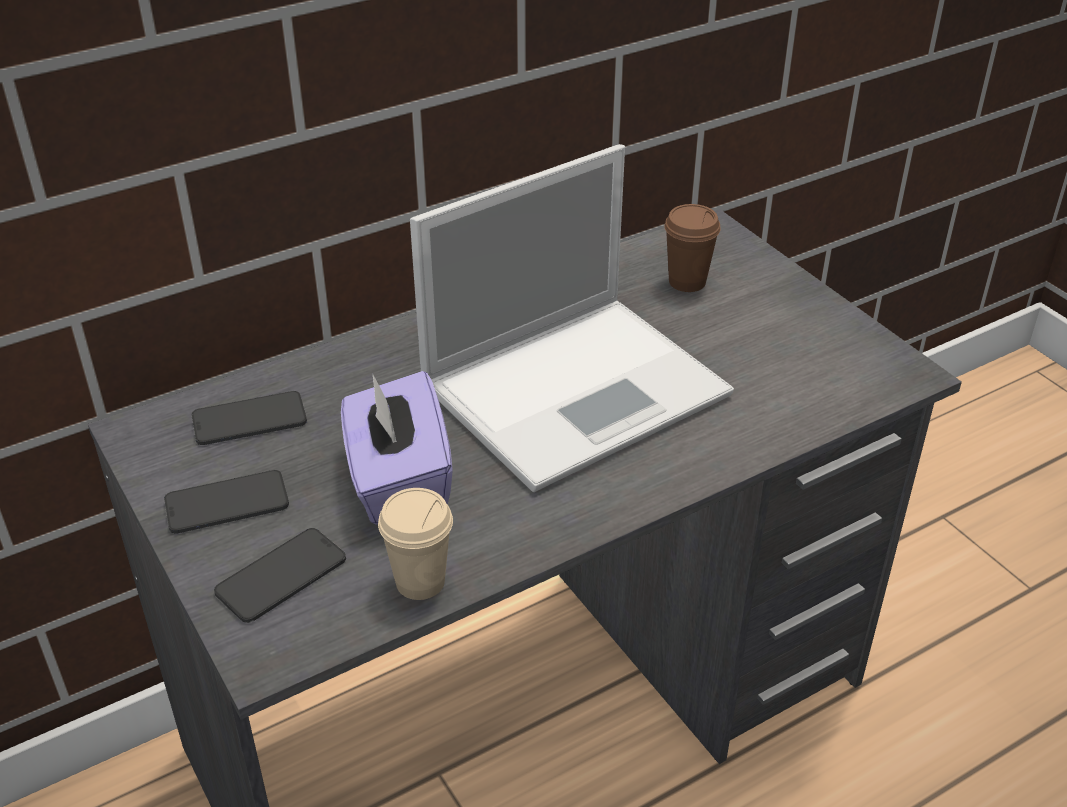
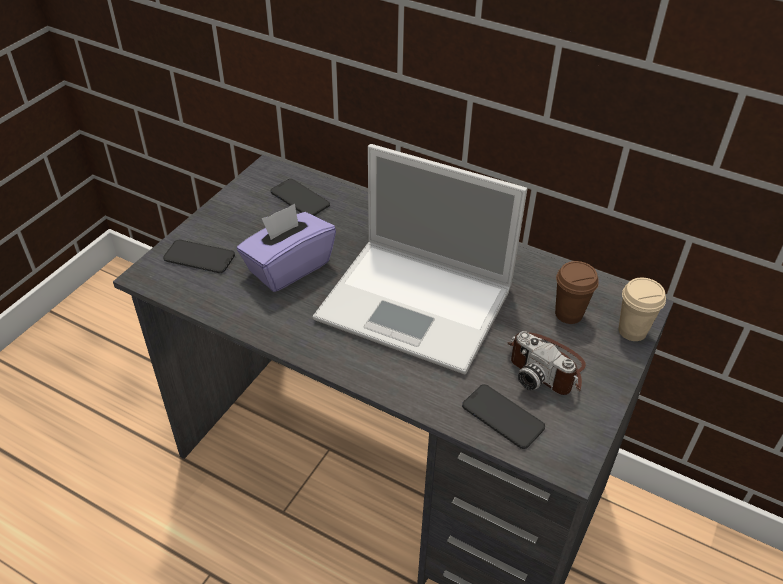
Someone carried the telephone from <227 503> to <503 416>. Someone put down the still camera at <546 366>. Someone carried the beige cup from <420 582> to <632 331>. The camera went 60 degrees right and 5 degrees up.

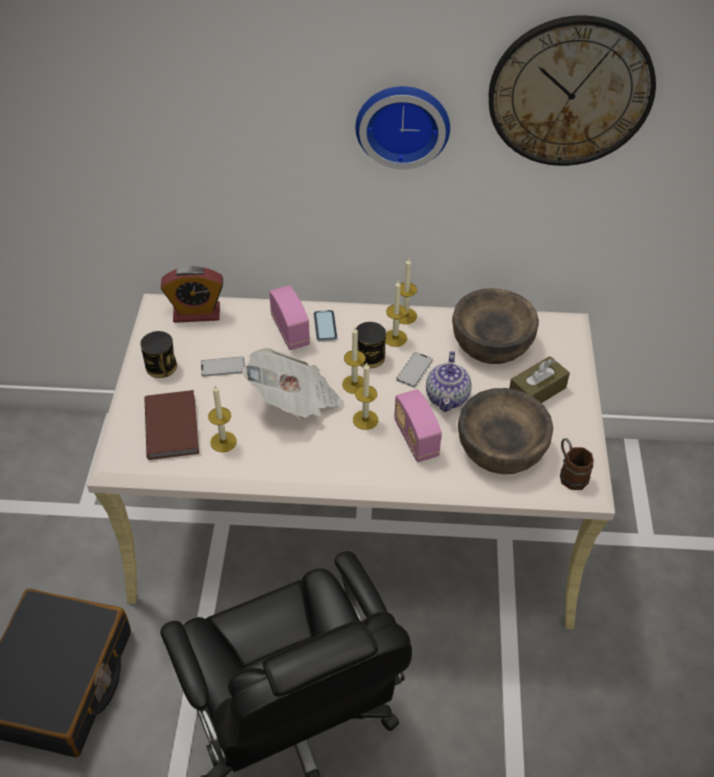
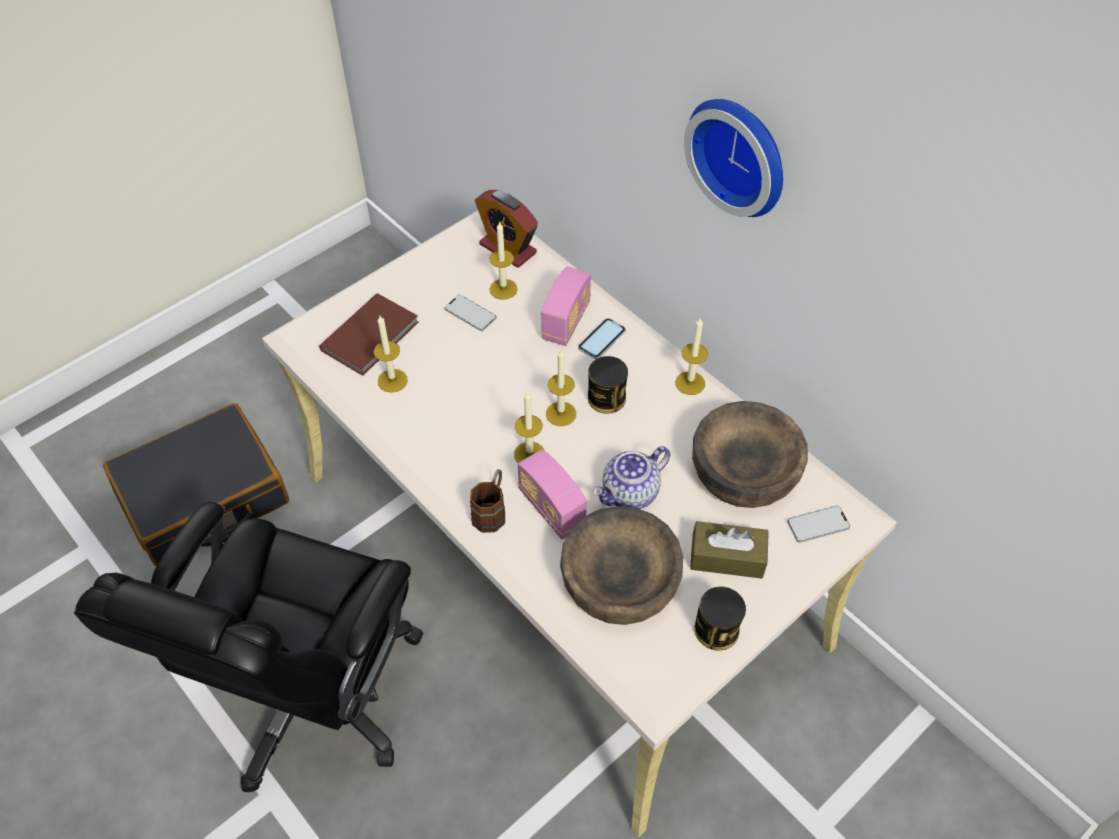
Someone carried the brown-coloured tea mug from <570 473> to <491 511>. Someone carried the candle from <395 338> to <503 289>. Someone rotated the radio receiver at <416 439> by 60 degrees counterclockwise. Someone carried the can from <161 366> to <716 629>. Someone carried the telephone from <414 370> to <818 525>. Someone took away the printed paper at <295 401>. Someone took away the hanging clock at <570 92>. The camera went 45 degrees right and 5 degrees up.

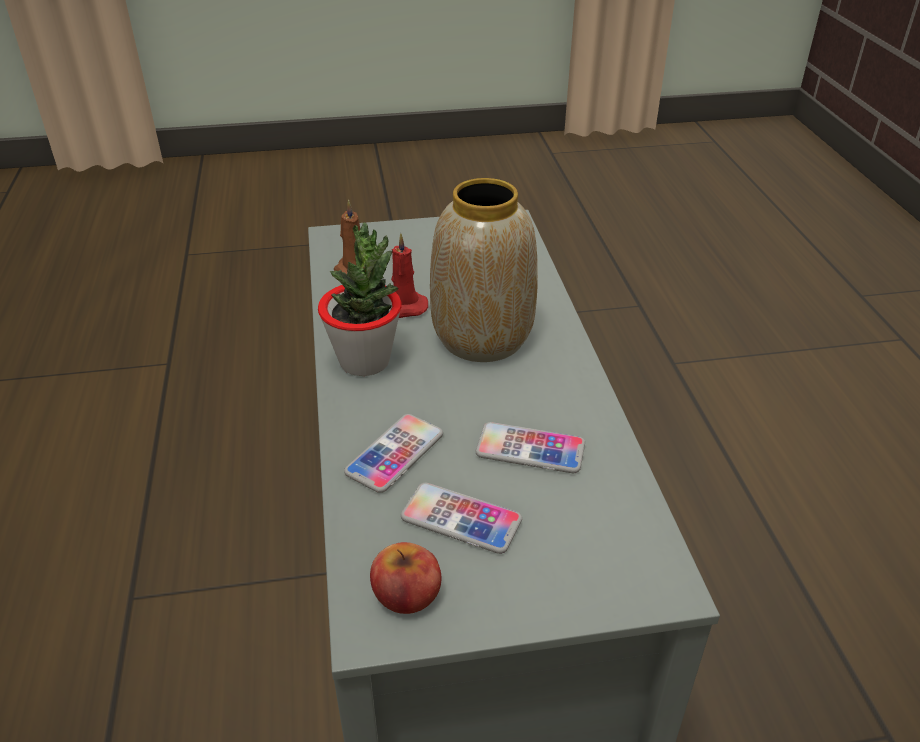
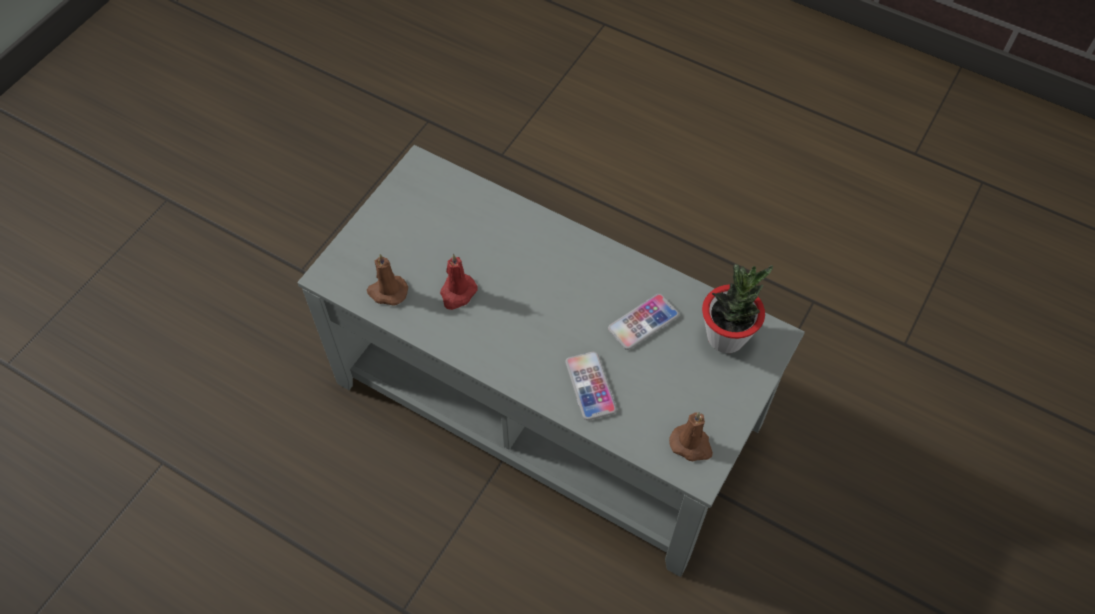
Someone swapped the apple at <406 593> for the brown-coloured candle at <691 445>. Someone carried the plant in a pot from <365 361> to <726 337>. Someone took away the telephone at <461 519>. Someone took away the vase at <483 337>. The camera went 50 degrees left and 20 degrees up.

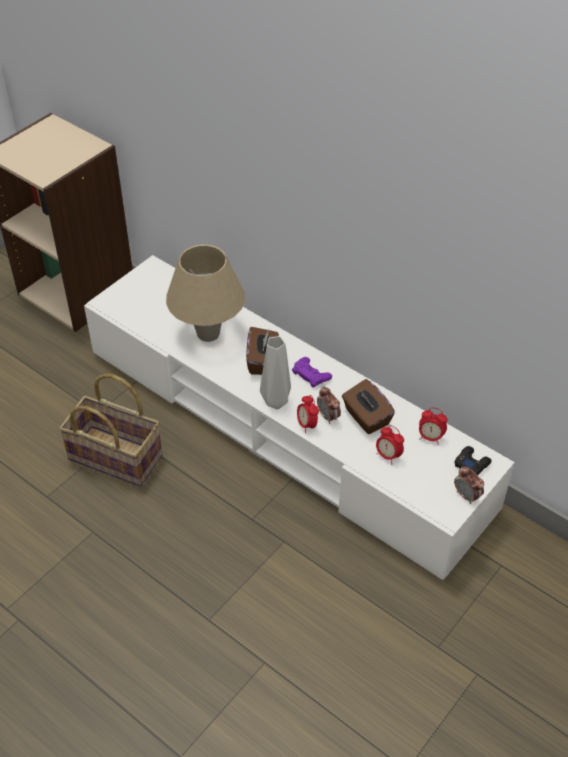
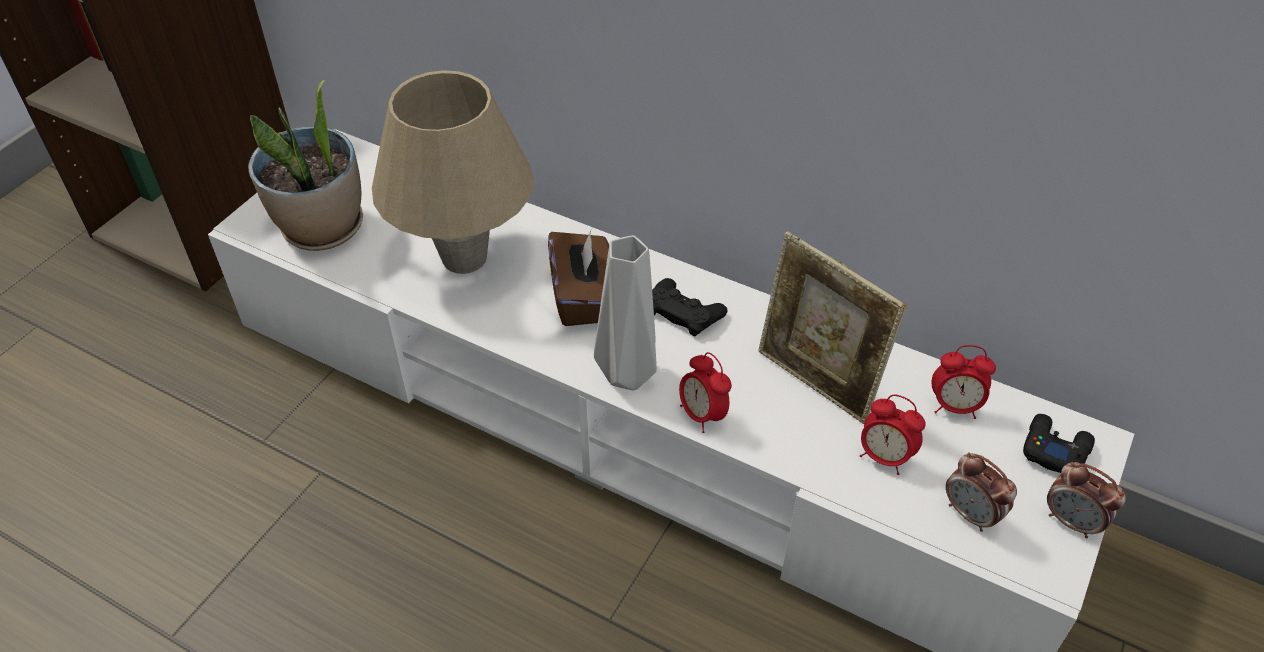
Someone put down the plant in a pot at <322 228>. Someone repainted the purple joypad at <311 375>, which became the blackish joypad at <684 312>. Someone swapped the brown-coloured tissue holder at <366 418> for the picture frame at <816 383>. Someone carried the bedside clock from <328 416> to <971 514>. Someone took away the household basket at <116 456>. The camera went 10 degrees left and 0 degrees up.

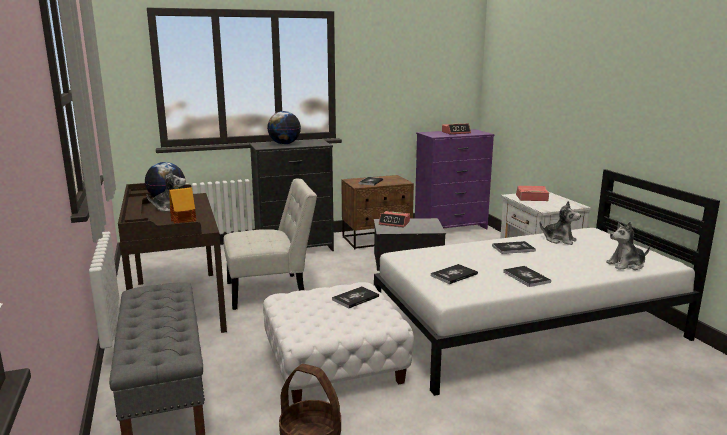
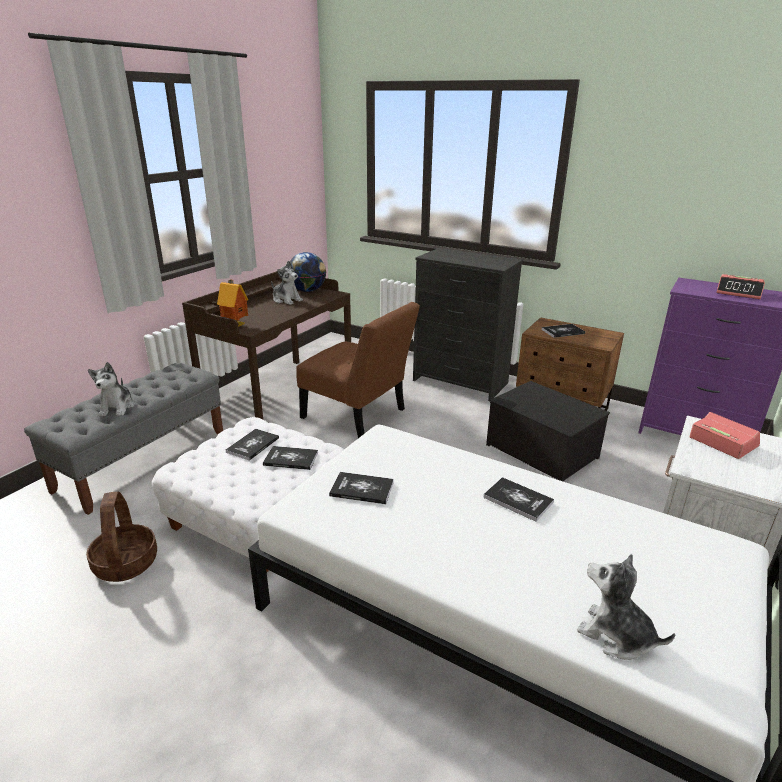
Someone carried the cuddly toy from <559 240> to <117 407>. Someone carried the volume from <526 277> to <253 445>. Someone repainted the white chair at <271 291>, which became the brown-coloured chair at <358 416>. Someone took away the world globe at <284 144>. Someone took away the bedside clock at <394 223>. The camera went 50 degrees right and 10 degrees up.

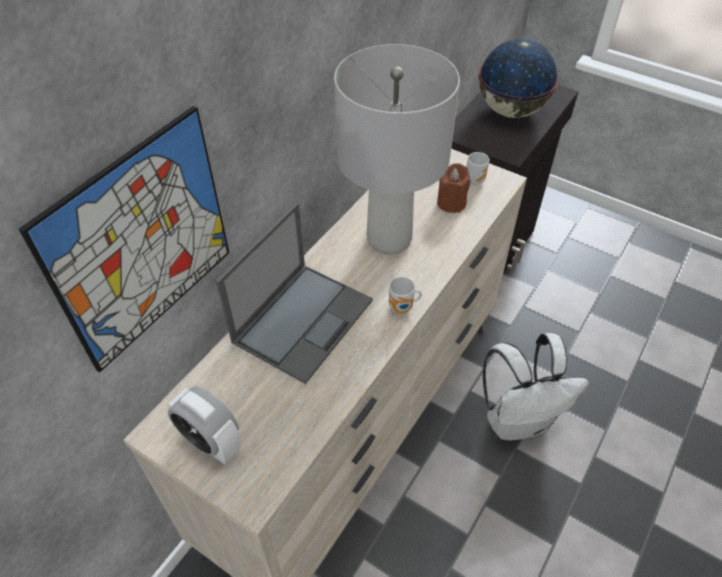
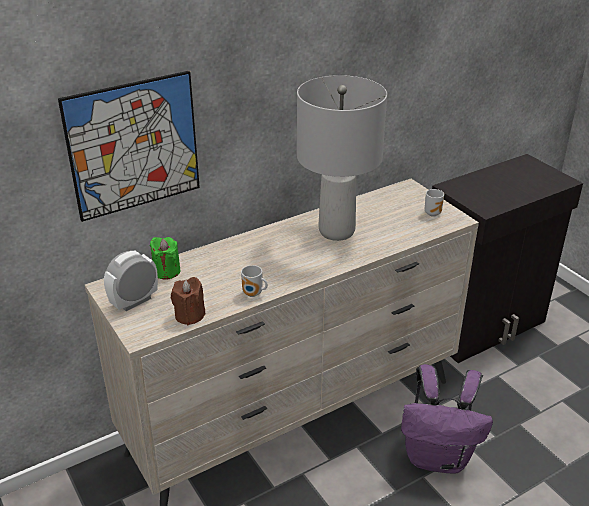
Someone rotated the bedside clock at <211 442> by 75 degrees clockwise. Someone put down the greenish candle at <166 271>. Someone carried the brown-coloured candle from <451 203> to <189 315>. Someone carried the tea mug from <402 308> to <253 294>. Someone repainted the white rucksack at <518 420>, which became the purple rucksack at <438 457>. Someone took away the portable computer at <304 319>. Someone took away the world globe at <510 111>. The camera went 25 degrees right and 15 degrees down.

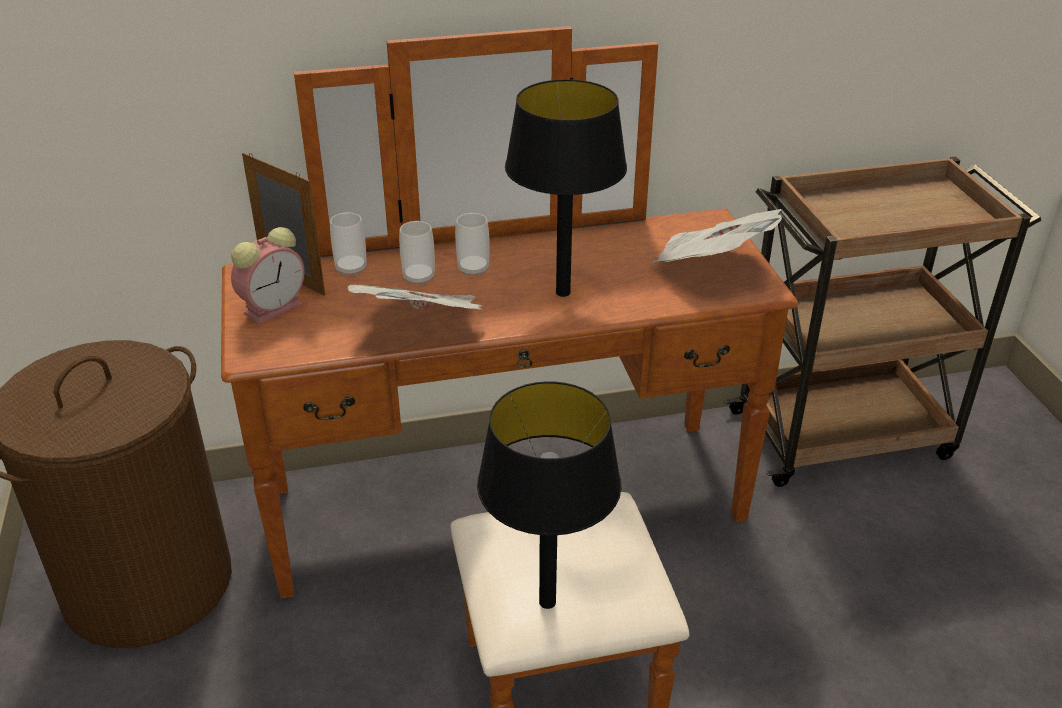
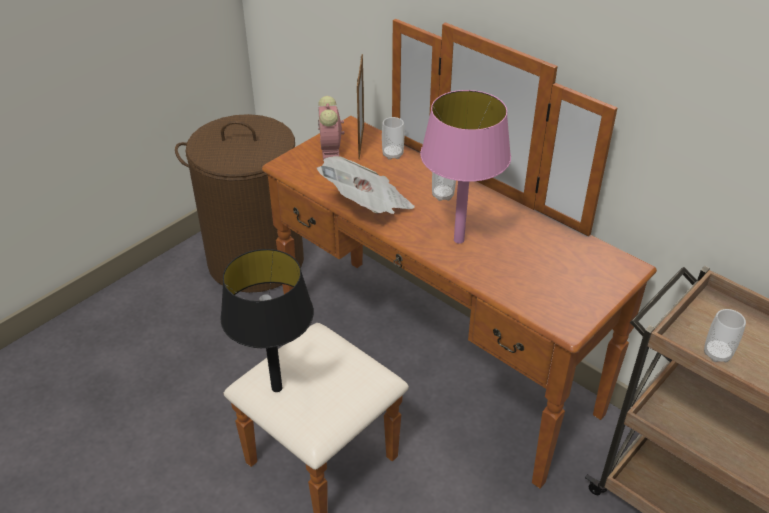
Someone rotated the bedside clock at <275 307> by 75 degrees clockwise. Someone repainted the blackish tabletop lamp at <563 292>, which became the pink-coloured tabletop lamp at <459 240>. Someone carried the cup from <419 278> to <717 353>. Someone took away the printed paper at <711 265>. The camera went 55 degrees right and 5 degrees up.

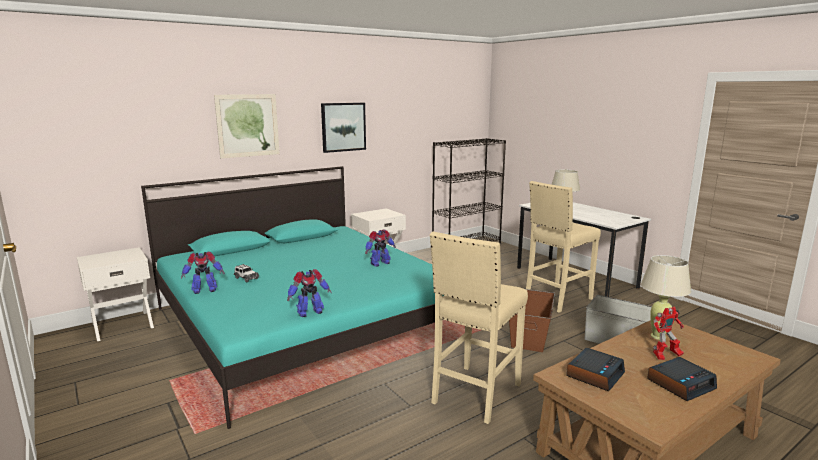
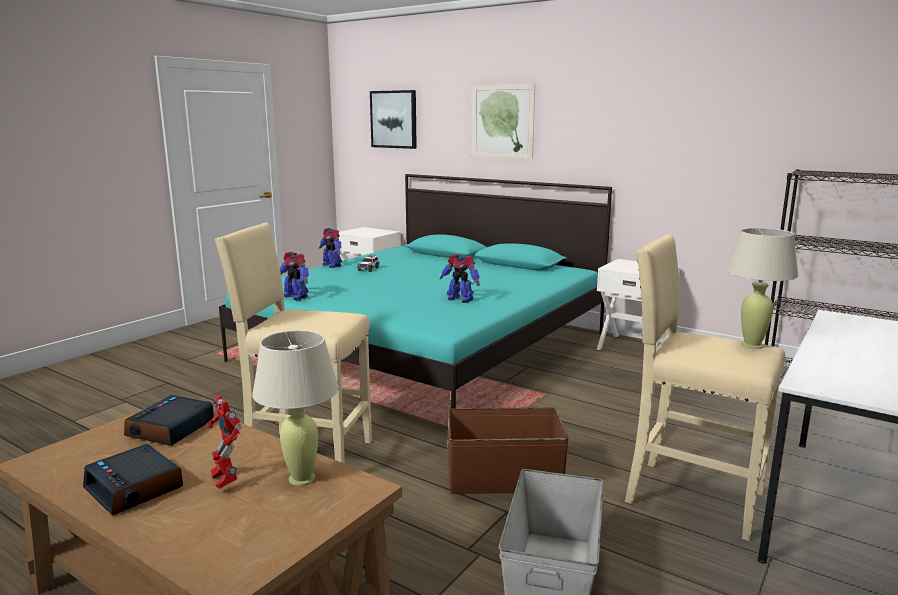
Someone rotated the bedside clock at <594 374> by 90 degrees clockwise. Someone carried the wall art from <343 127> to <394 119>. The camera went 70 degrees right and 0 degrees up.

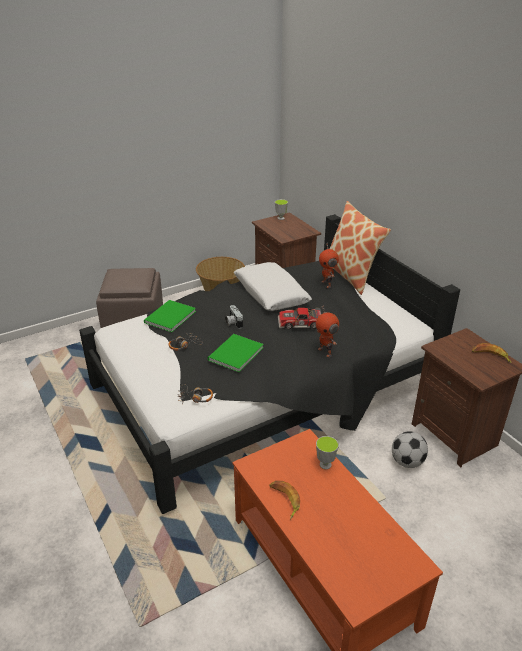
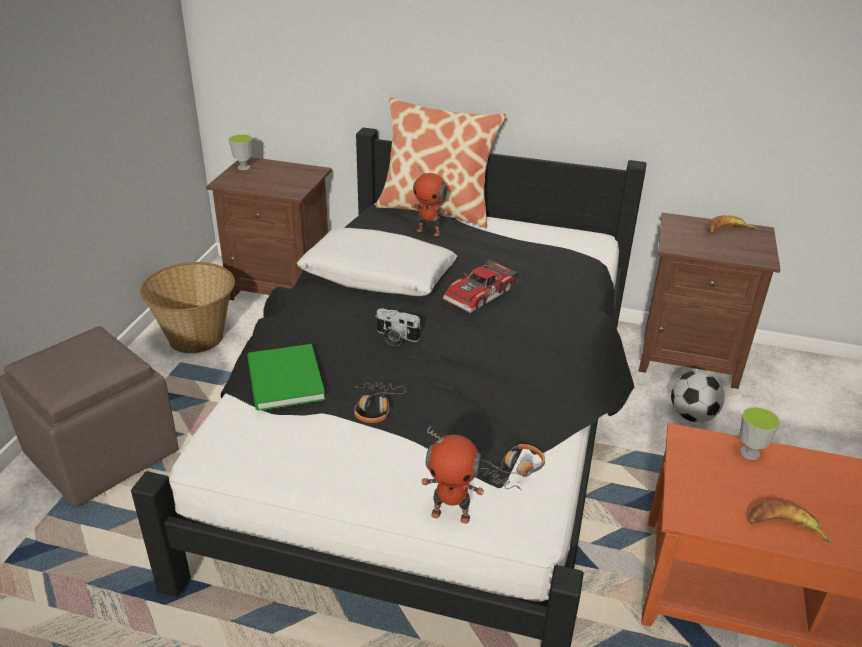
Someone carried the toy robot from <325 352> to <451 514>. Someone took away the greenish volume at <234 354>. The camera went 45 degrees left and 0 degrees up.

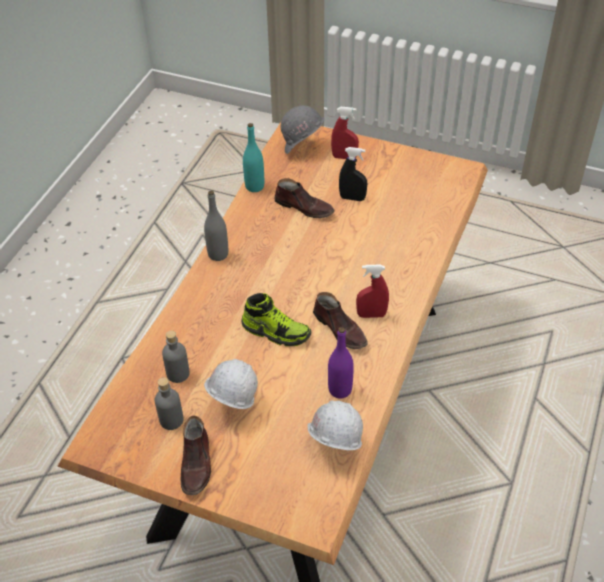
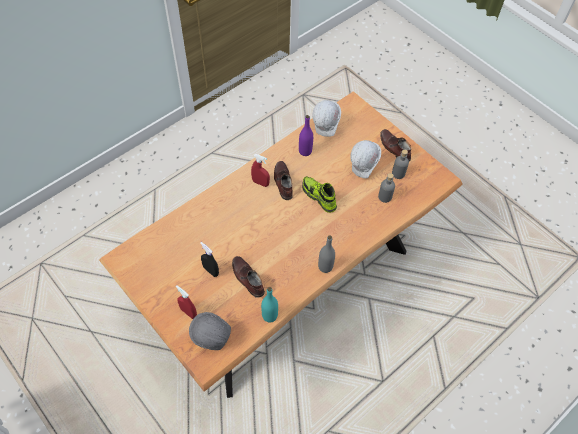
Someone rotated the brown-coloured shoe at <196 463> by 60 degrees counterclockwise. The camera went 155 degrees left and 10 degrees up.

